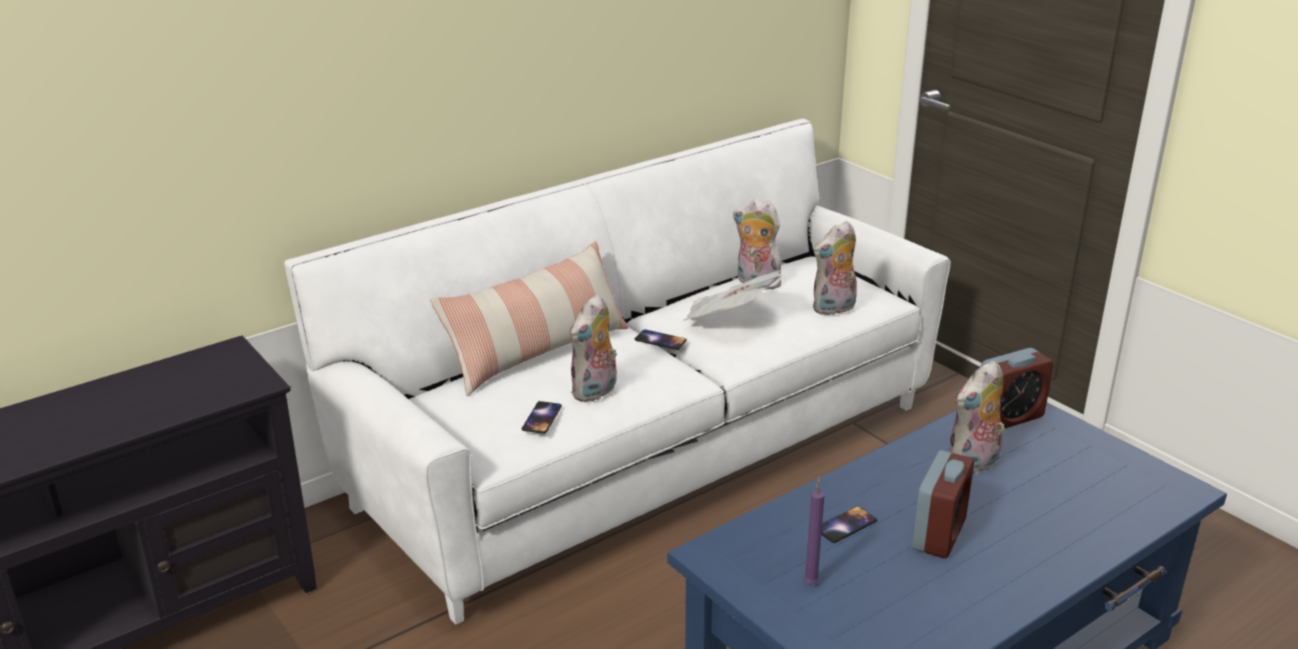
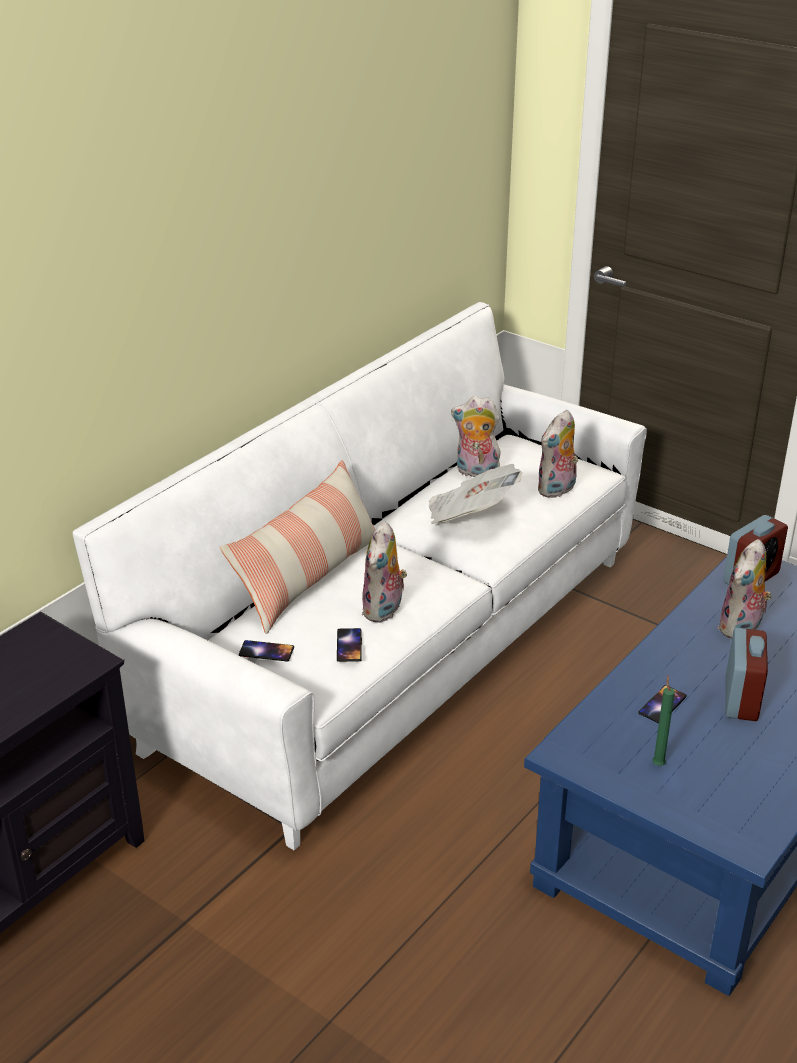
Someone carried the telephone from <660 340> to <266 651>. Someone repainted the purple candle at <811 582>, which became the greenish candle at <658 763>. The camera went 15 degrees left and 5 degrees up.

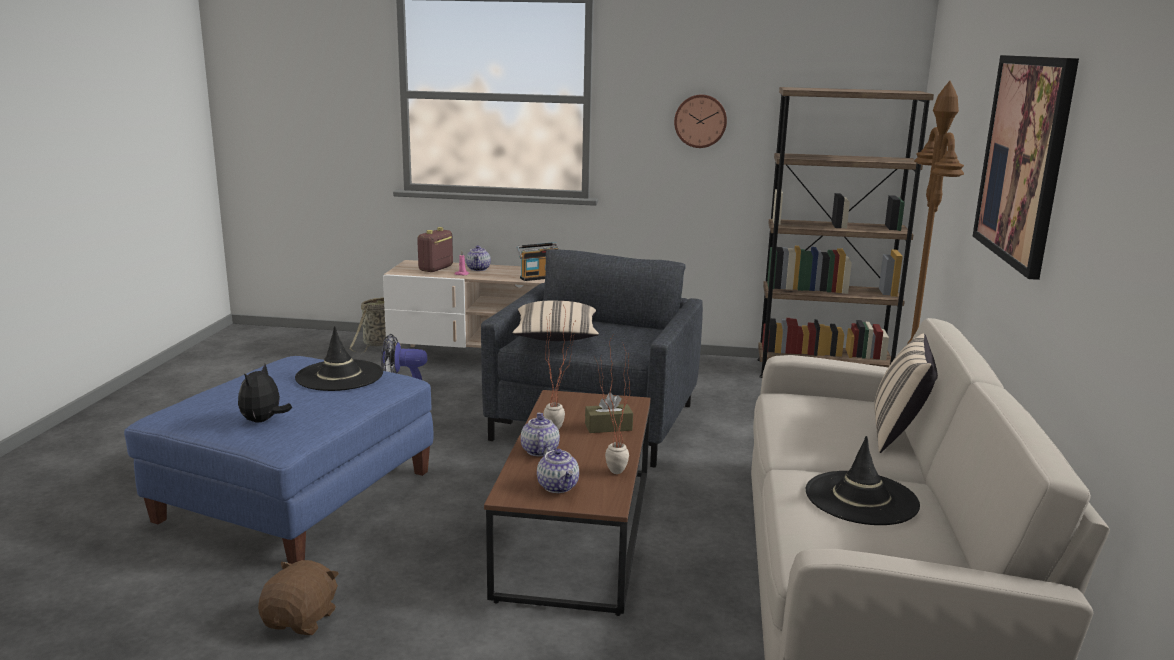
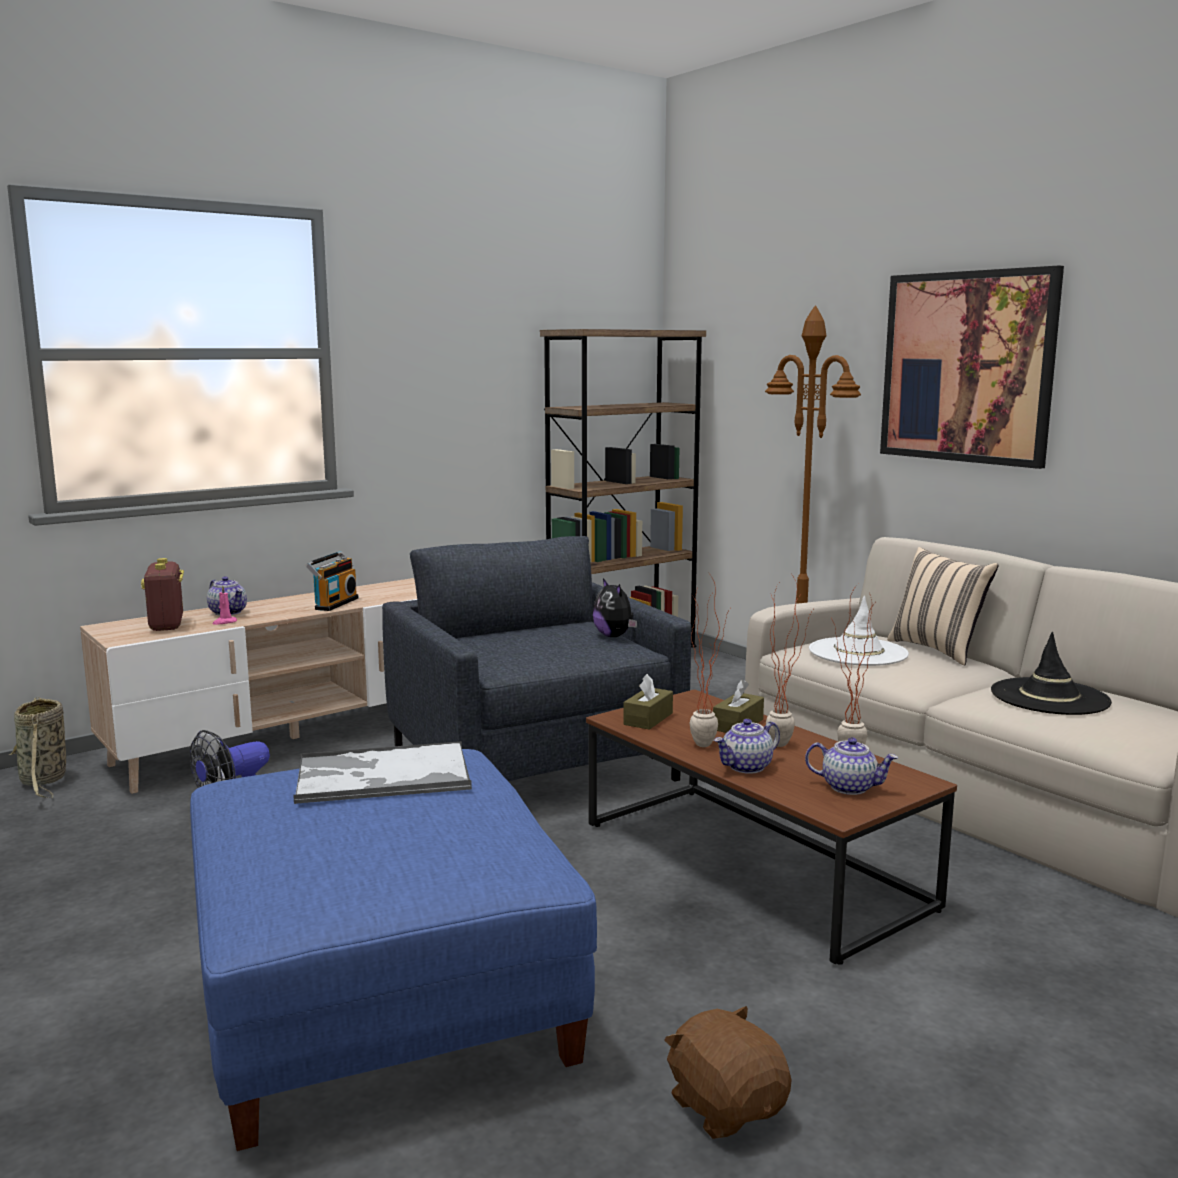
Someone swapped the blackish clothing hat at <339 376> for the carrying tray at <381 775>. Someone carried the cuddly toy from <263 421> to <614 636>. Someone put down the brown-coloured tissue holder at <648 719>. Someone rotated the tea pot at <539 450> by 75 degrees counterclockwise. Someone put down the plant in a pot at <786 743>. Someone put down the white clothing hat at <858 652>. Someone took away the beige cushion at <556 338>. Someone took away the hanging clock at <700 121>. The camera went 45 degrees left and 5 degrees down.

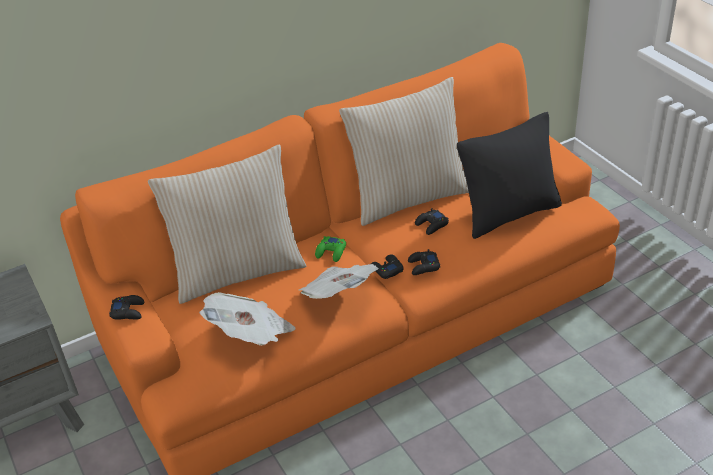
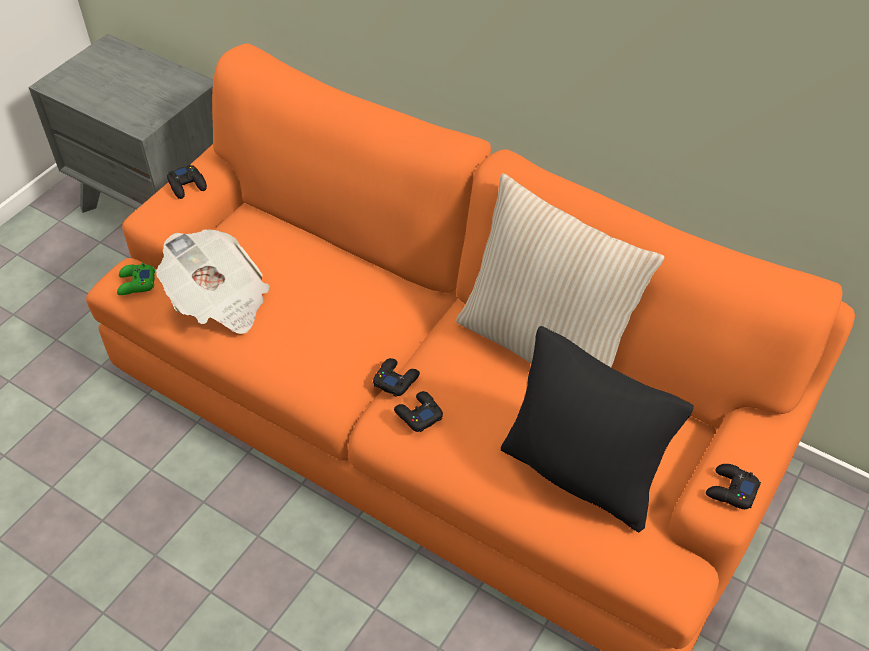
Someone carried the greenish joypad from <331 252> to <136 283>. Someone carried the blackish joypad from <431 225> to <731 490>. Someone took away the beige cushion at <238 271>. Someone took away the printed paper at <339 295>. The camera went 60 degrees right and 10 degrees up.

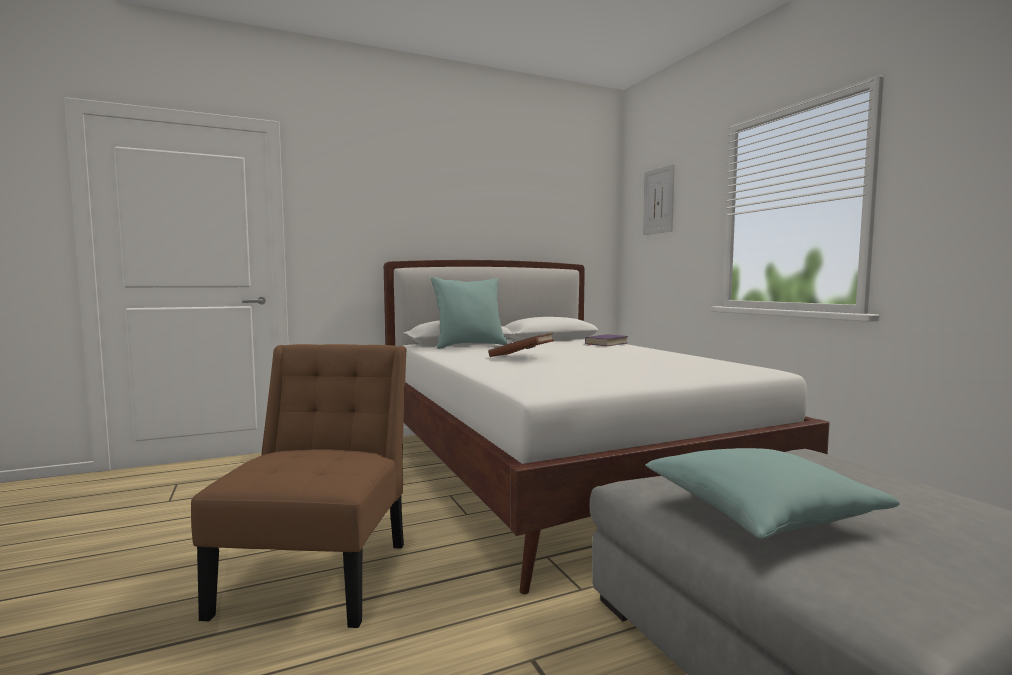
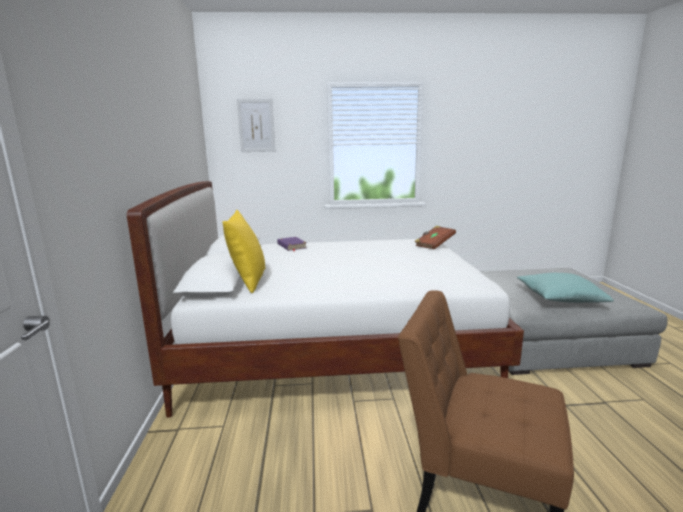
Someone repainted the blue-green cushion at <469 346>, which became the yellow cushion at <248 281>. Someone carried the brown-coloured volume from <521 357> to <434 245>. The camera went 70 degrees left and 10 degrees up.

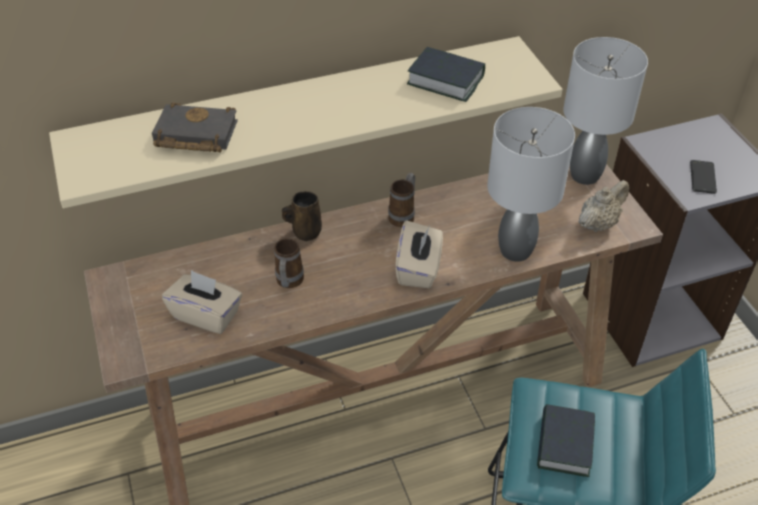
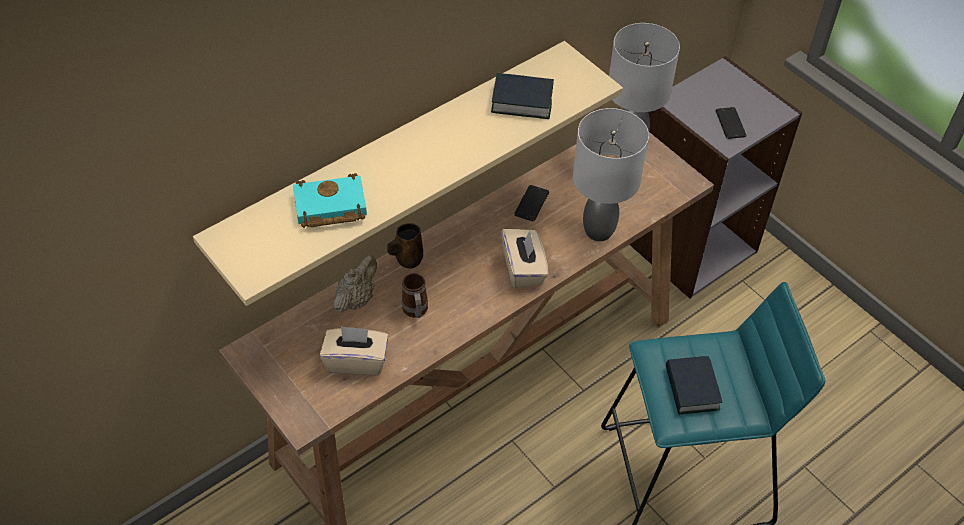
Someone repainted the blackish volume at <193 135>, which became the blue-green volume at <328 207>. Someone carried the beige tea pot from <598 223> to <356 299>. Someone put down the telephone at <531 203>. Someone took away the tea mug at <404 215>. The camera went 20 degrees left and 5 degrees up.

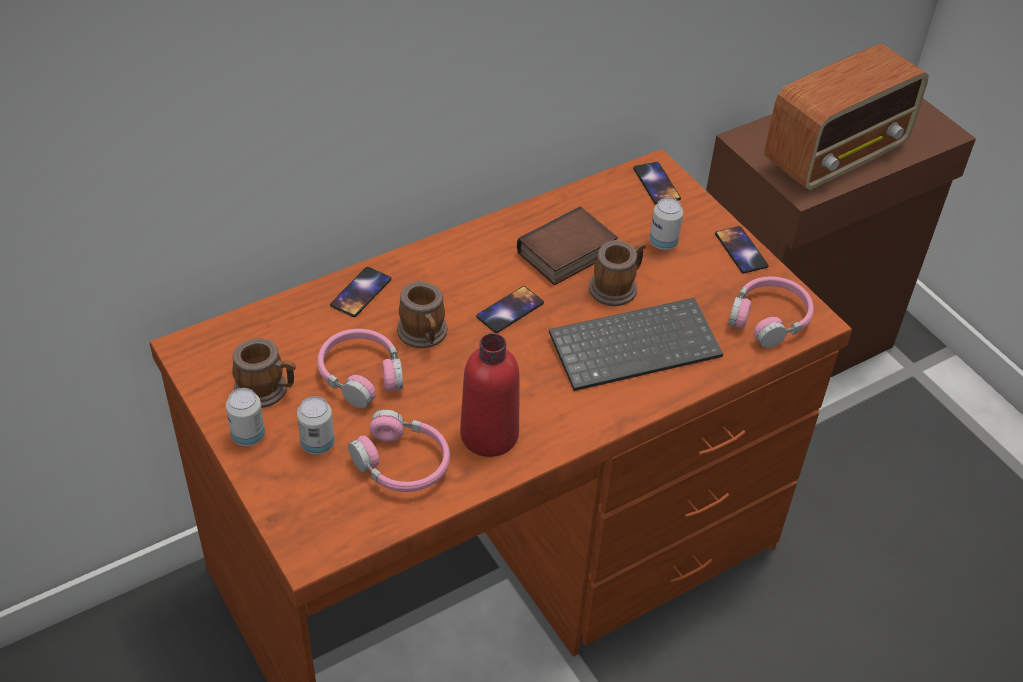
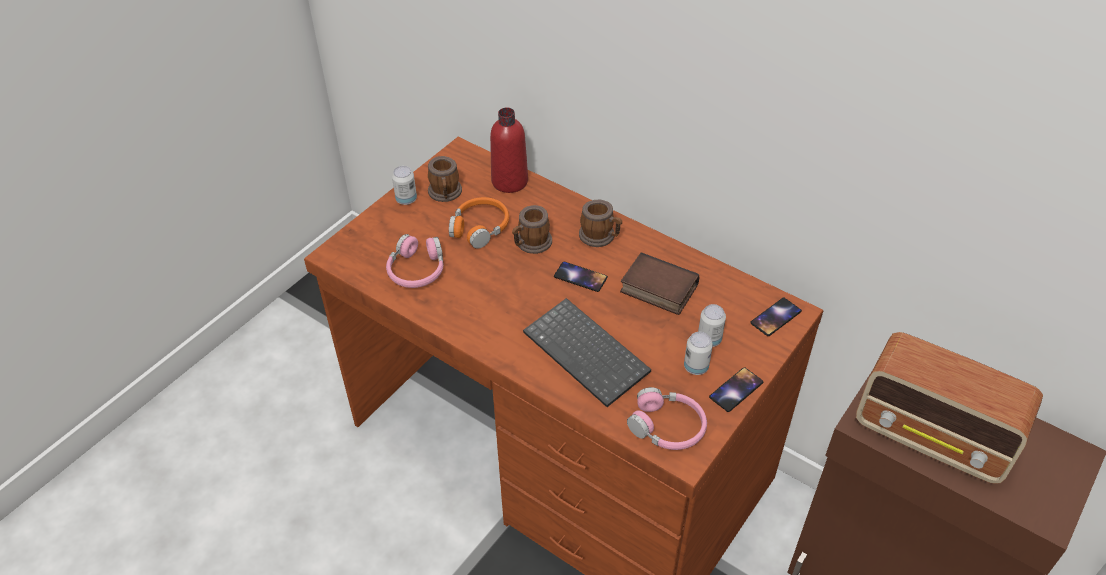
Someone repainted the pink-coloured headset at <361 375>, which became the orange-coloured headset at <480 228>. Someone carried the reddish drink bottle from <489 435> to <509 181>. Someone carried the tea mug from <617 287> to <600 236>. Someone carried the can from <317 444> to <696 367>. Someone took away the telephone at <361 292>. The camera went 70 degrees right and 0 degrees up.

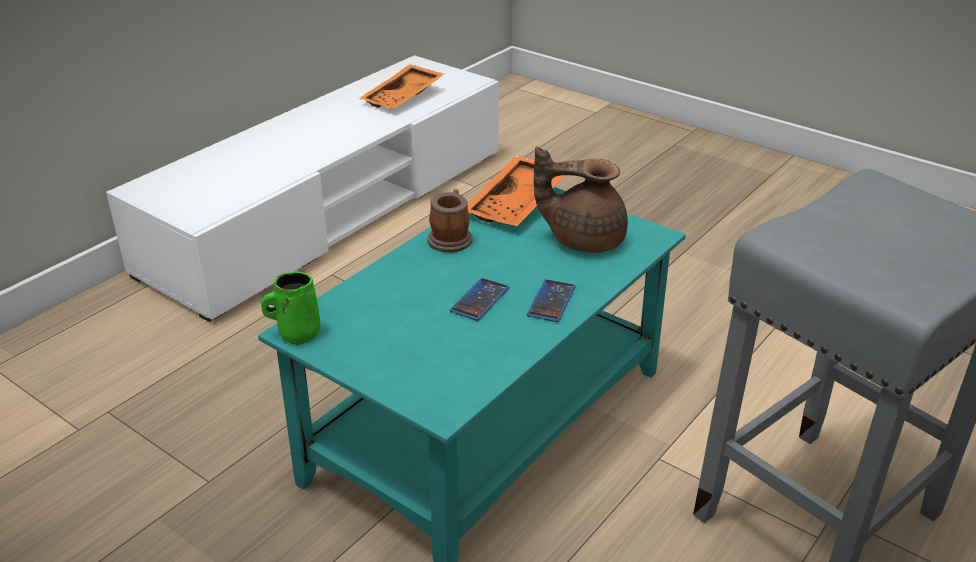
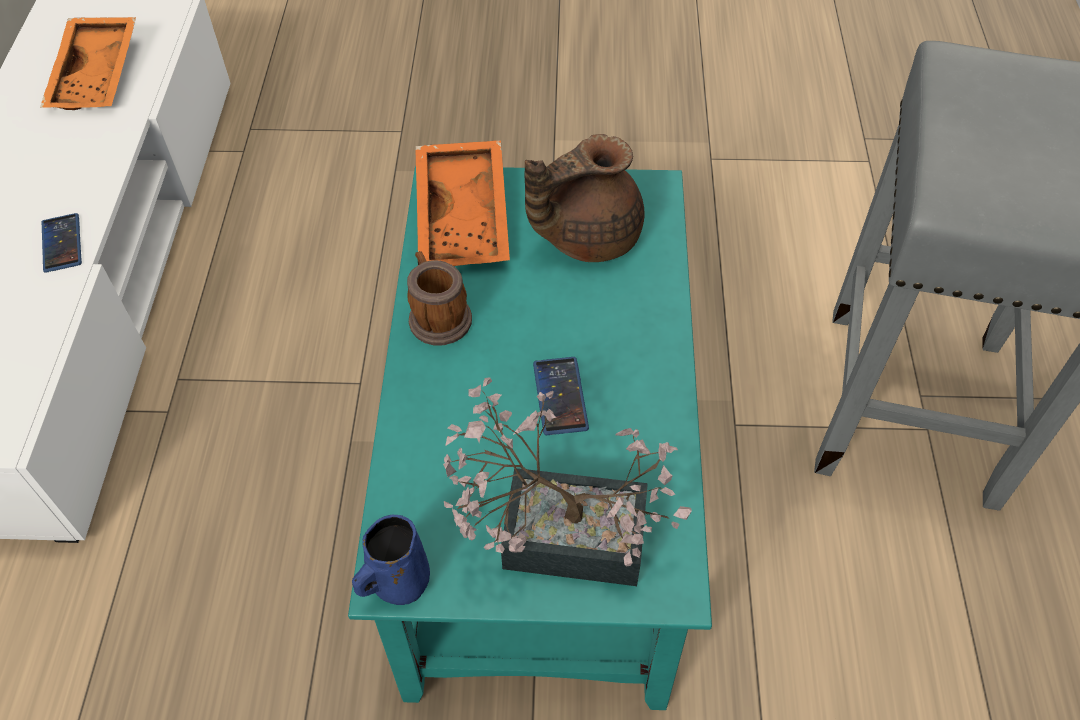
Someone carried the telephone from <551 301> to <62 243>. Someone repainted the greenish tea mug at <297 333>, which became the blue tea mug at <397 583>. Someone put down the plant in a pot at <556 533>. The camera went 35 degrees left and 20 degrees up.

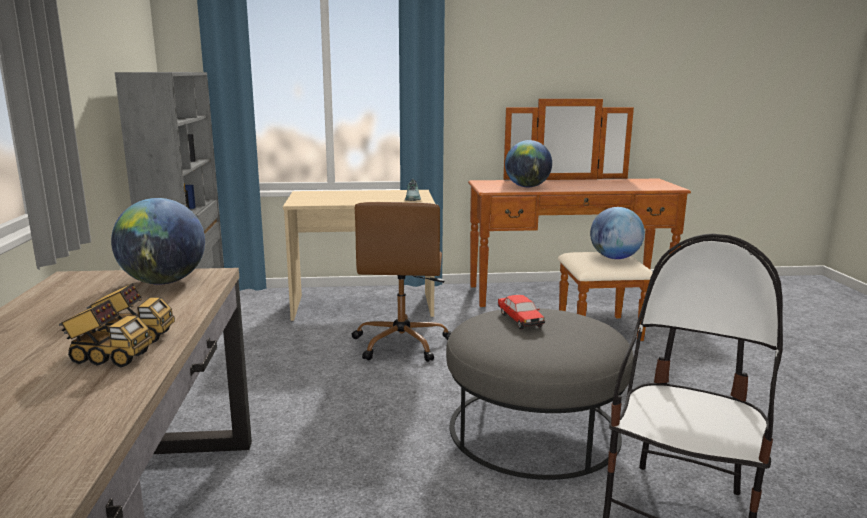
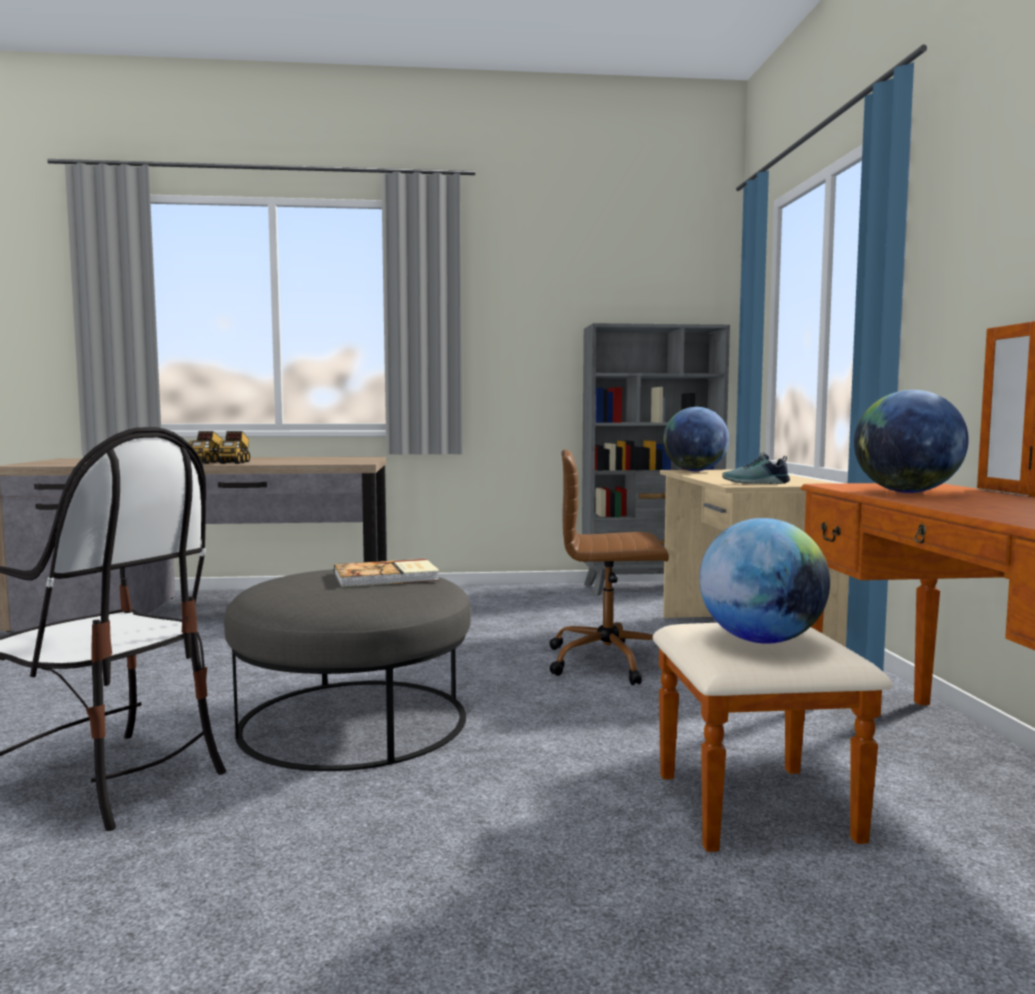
Someone swapped the miniature car at <519 320> for the volume at <387 577>. Someone carried the world globe from <164 282> to <694 471>. The camera went 90 degrees right and 10 degrees down.

